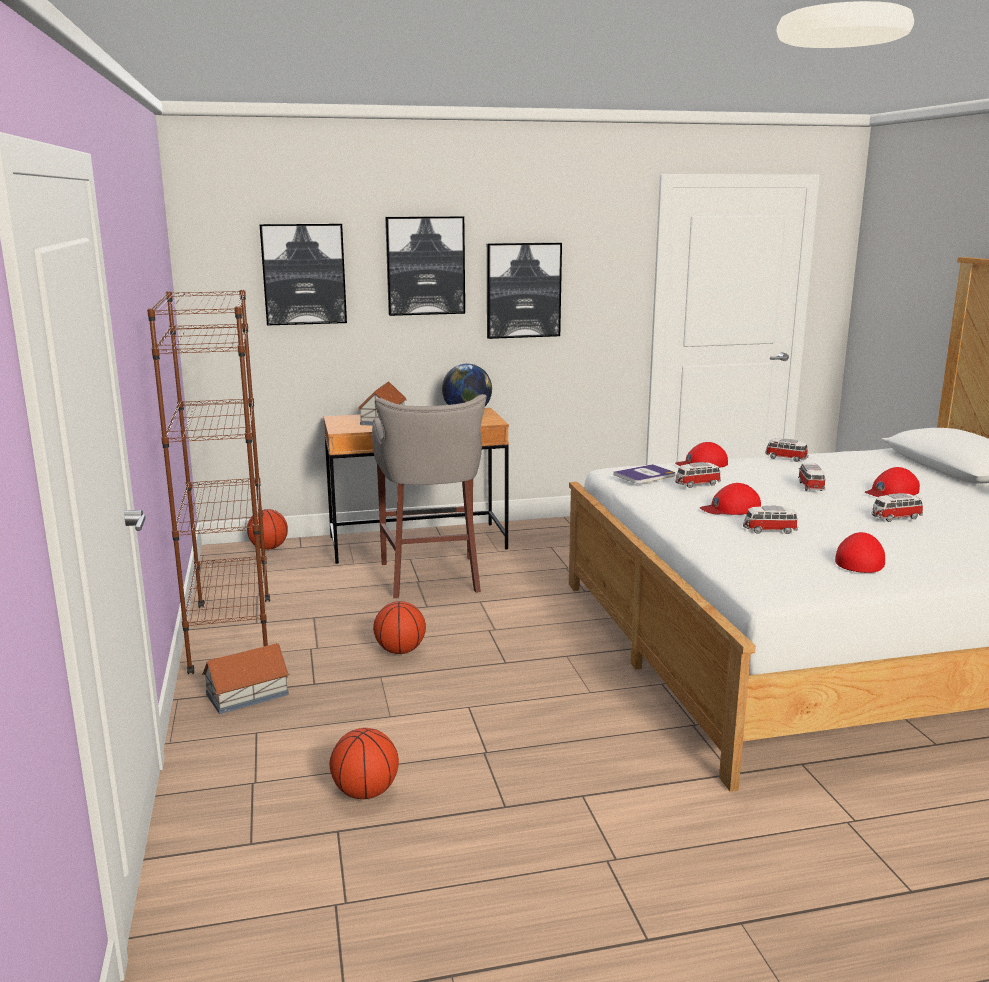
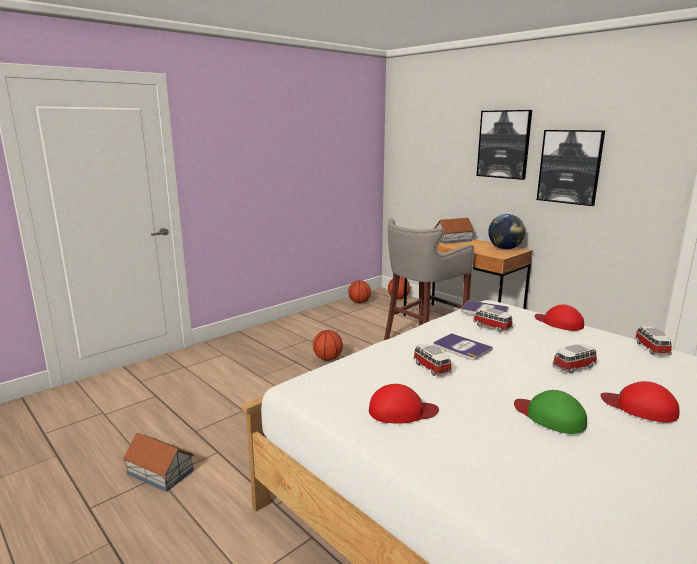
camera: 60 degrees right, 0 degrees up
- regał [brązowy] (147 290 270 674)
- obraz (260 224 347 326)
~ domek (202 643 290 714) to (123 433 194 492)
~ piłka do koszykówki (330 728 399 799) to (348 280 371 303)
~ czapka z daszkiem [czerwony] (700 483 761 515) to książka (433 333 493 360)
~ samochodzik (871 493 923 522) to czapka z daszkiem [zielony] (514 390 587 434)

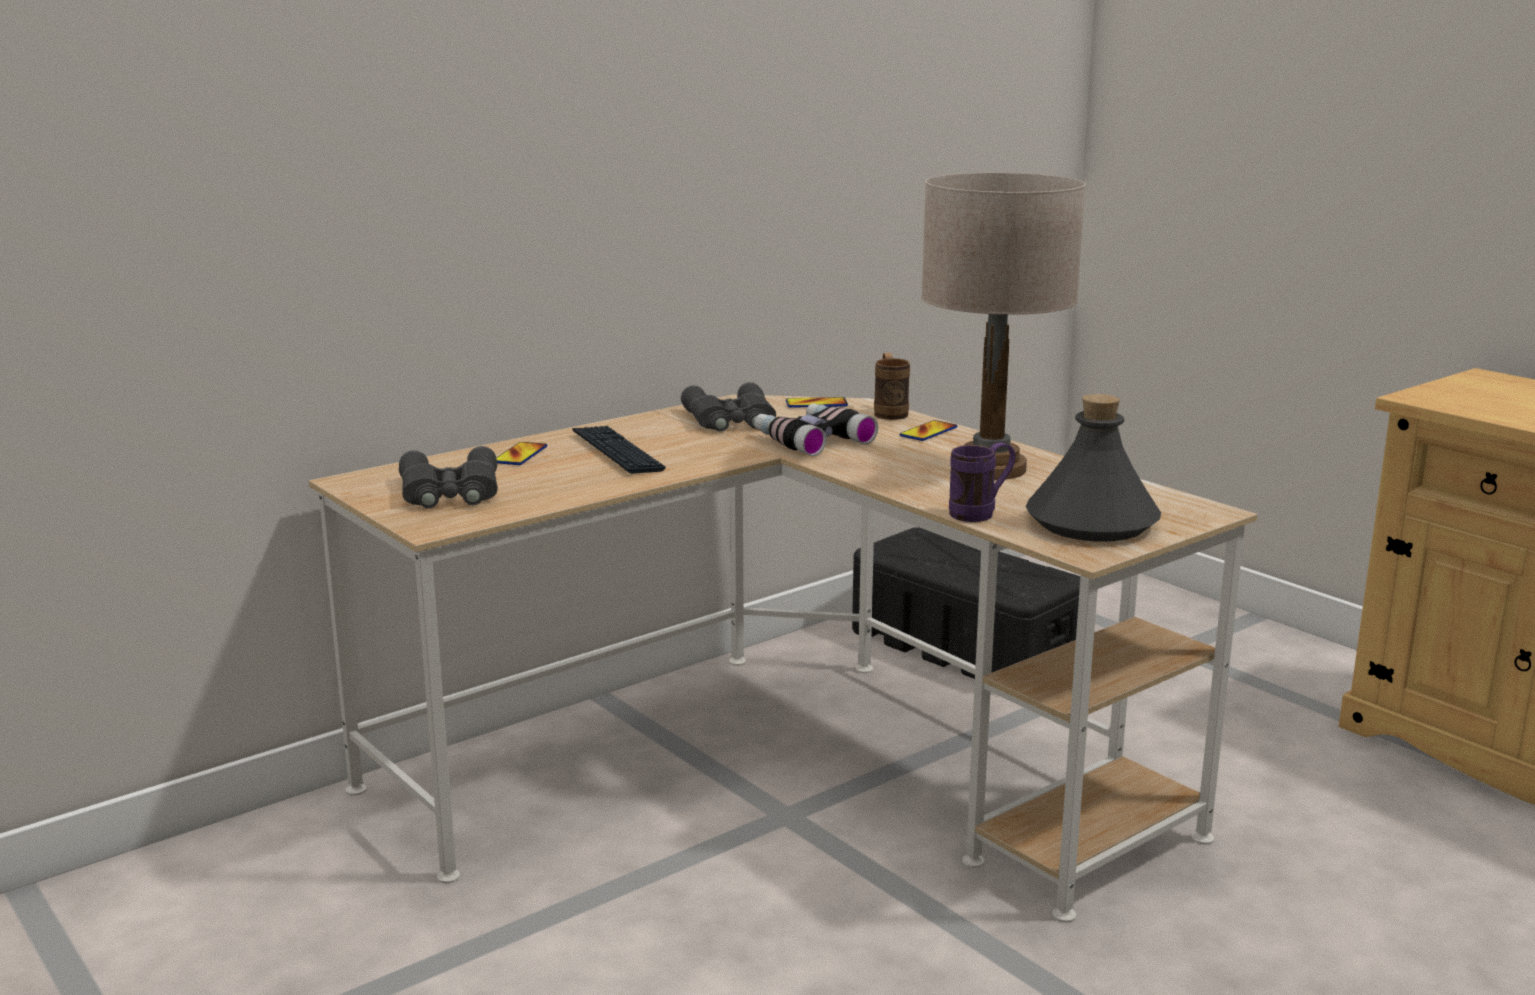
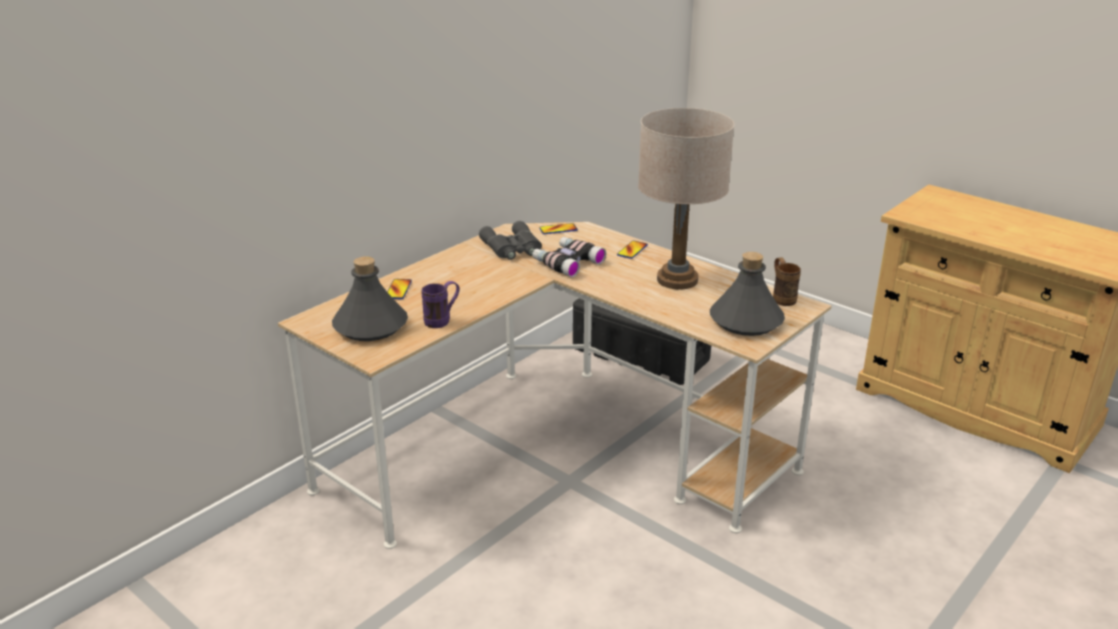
camera: 10 degrees left, 10 degrees up
- klawiatura (572 426 666 474)
~ kubek [brązowy] (874 352 910 420) to (773 257 801 306)
~ kubek [fioletowy] (949 442 1016 522) to (421 281 459 328)
~ lornetka [szary] (399 446 498 509) to butelka [szary] (332 256 408 341)

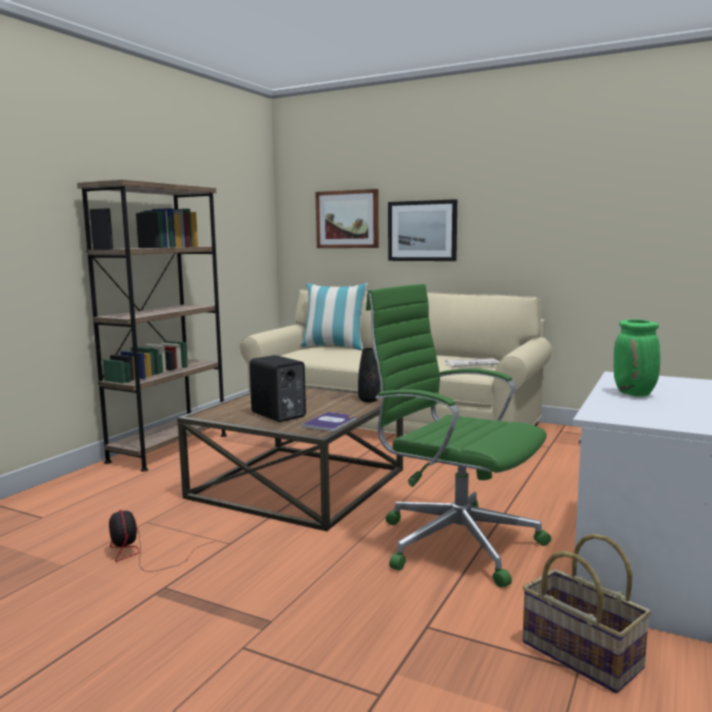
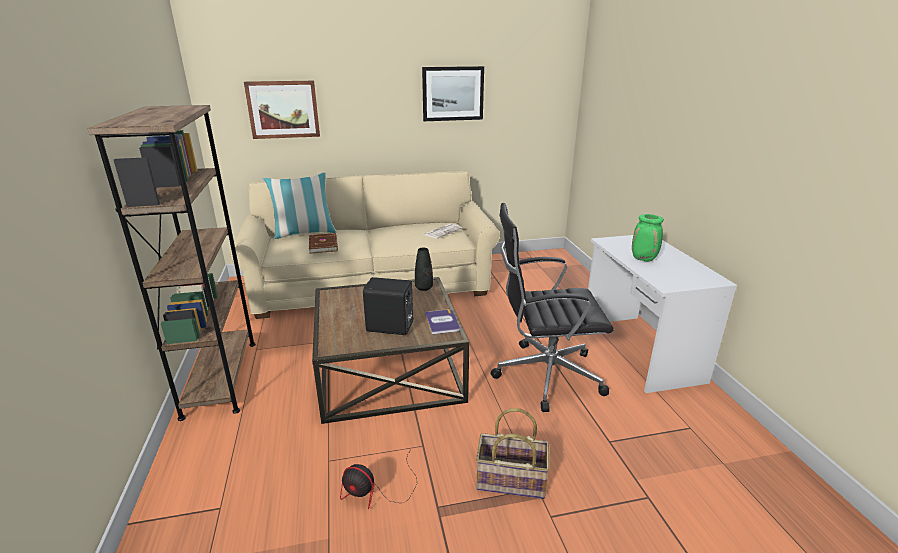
camera: 40 degrees left, 15 degrees up
+ książka [brązowy] (309 233 338 254)
~ obraz (388 199 457 261) to (422 66 484 121)
~ koszyk (522 533 651 693) to (476 408 550 499)
~ krzesło biurowe [zielony] (366 284 551 587) to krzesło biurowe [czarny] (491 203 614 412)

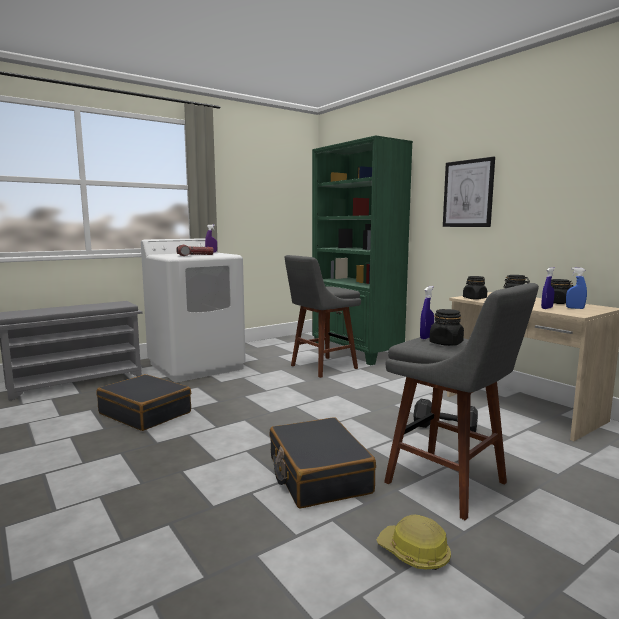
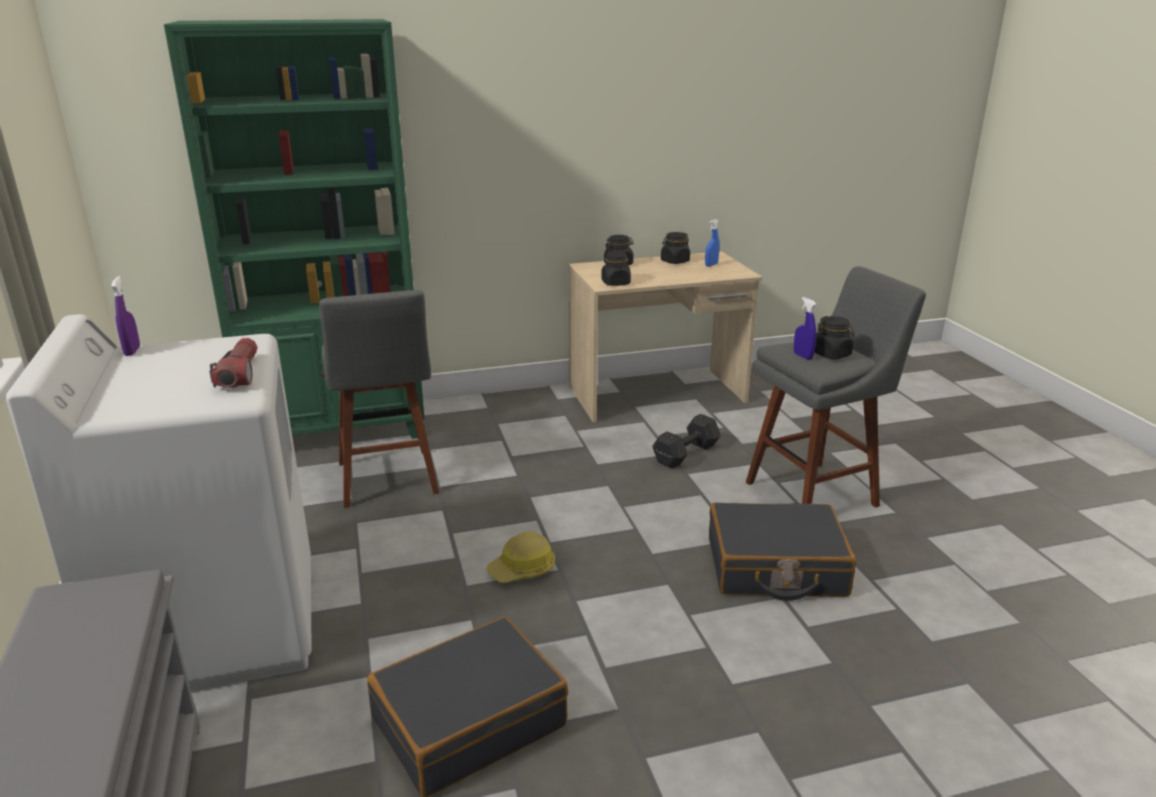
camera: 70 degrees left, 15 degrees up
- obraz (443 157 495 227)
- spryskiwacz [niebieski] (541 267 555 309)
~ kask (377 515 451 570) to (486 531 555 583)

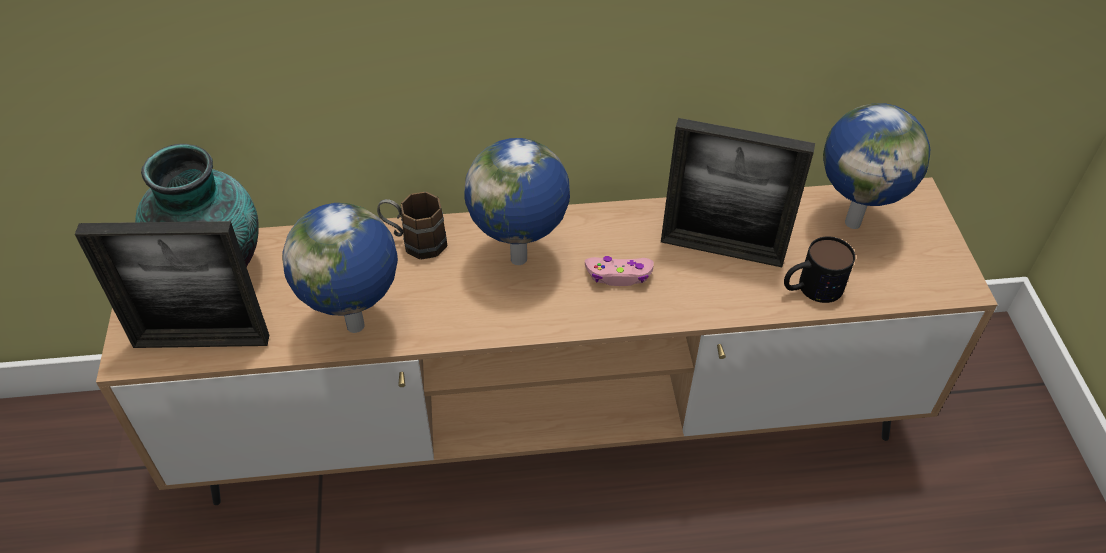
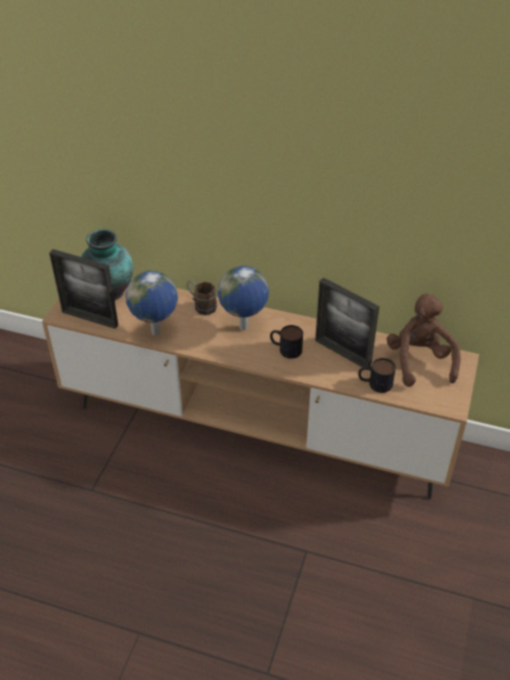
camera: 25 degrees right, 5 degrees down
~ pad do gier [różowy] (585 256 654 286) to kubek (270 325 303 359)
~ globus (823 103 930 229) to pluszak [brązowy] (387 293 461 387)

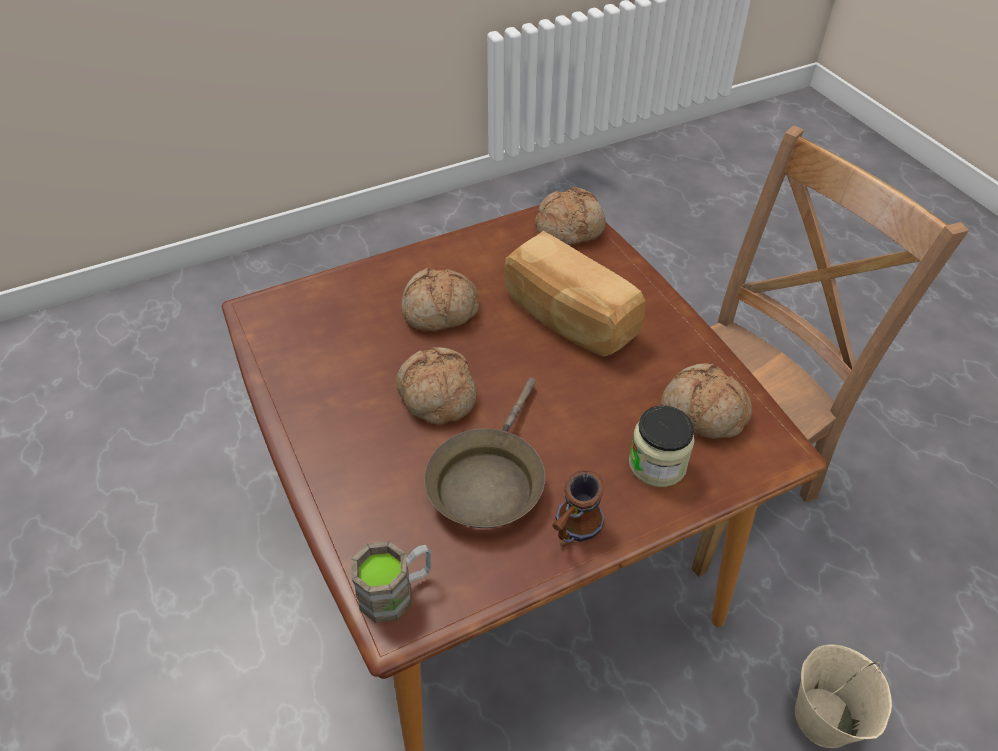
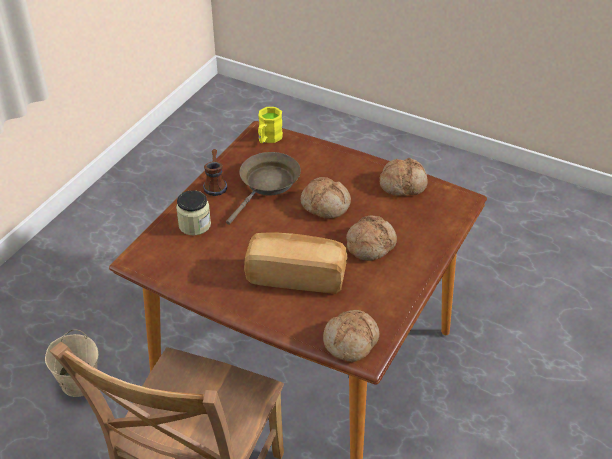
camera: 145 degrees right, 5 degrees down
~ chleb (661 363 752 439) to (380 158 428 196)
~ kubek [brązowy] (351 541 431 623) to kubek [żółty] (258 107 283 143)
~ patelnia [brązowy] (424 378 545 528) = (226 152 301 225) 45 degrees clockwise

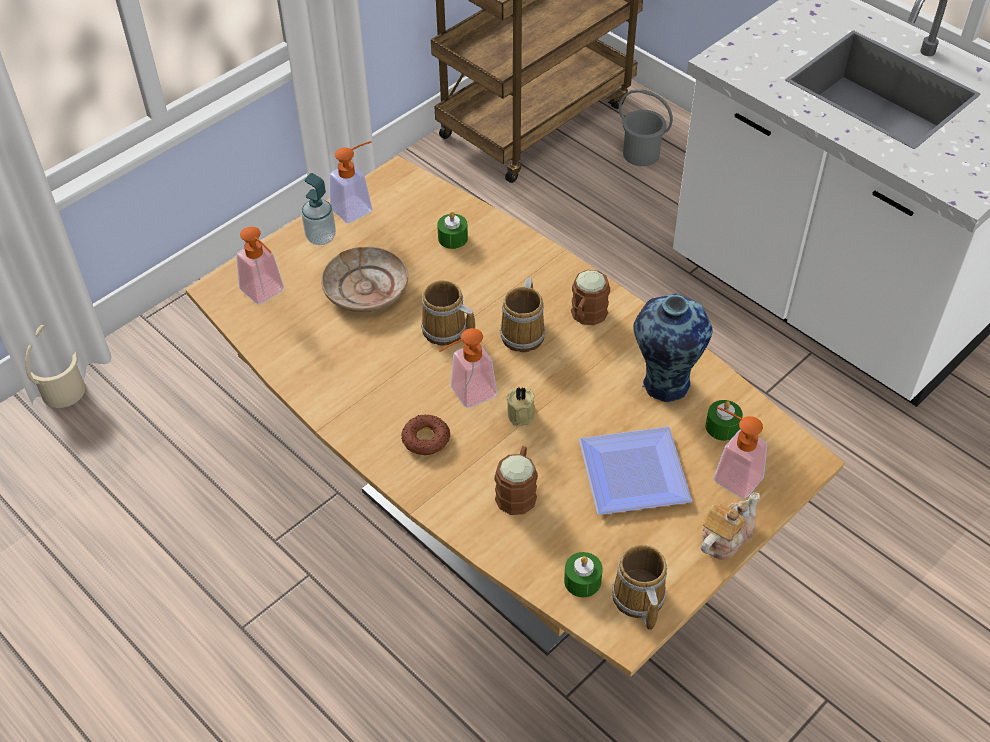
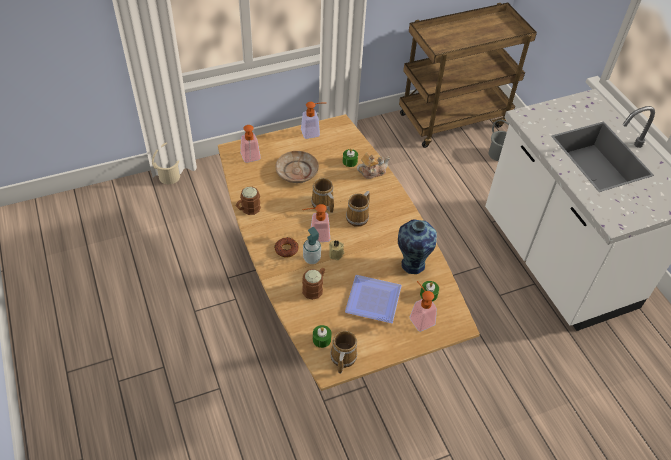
camera: 20 degrees right, 0 degrees up
~ dozownik mydła (302 173 336 245) to (303 227 321 264)
~ kubek [brązowy] (571 270 610 325) to (236 187 261 215)
~ imbryk (700 492 760 560) to (357 153 391 179)

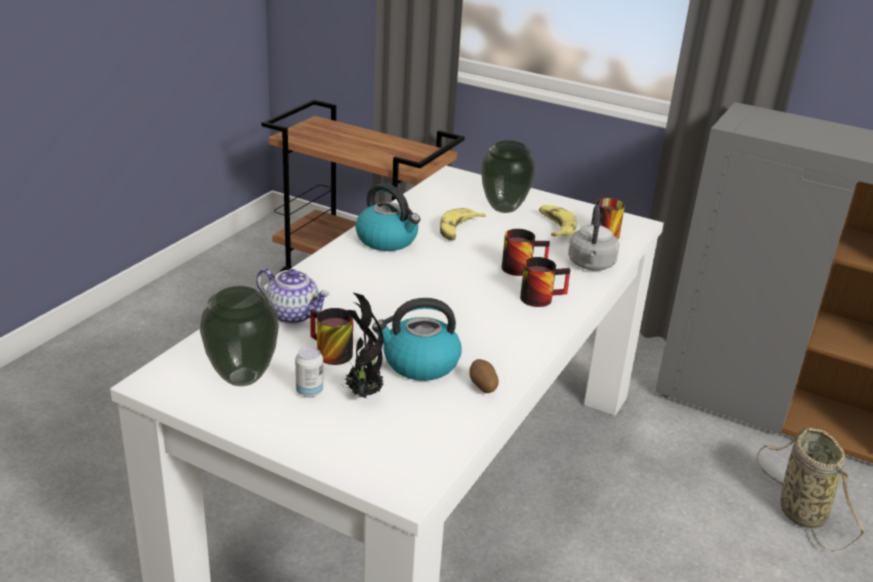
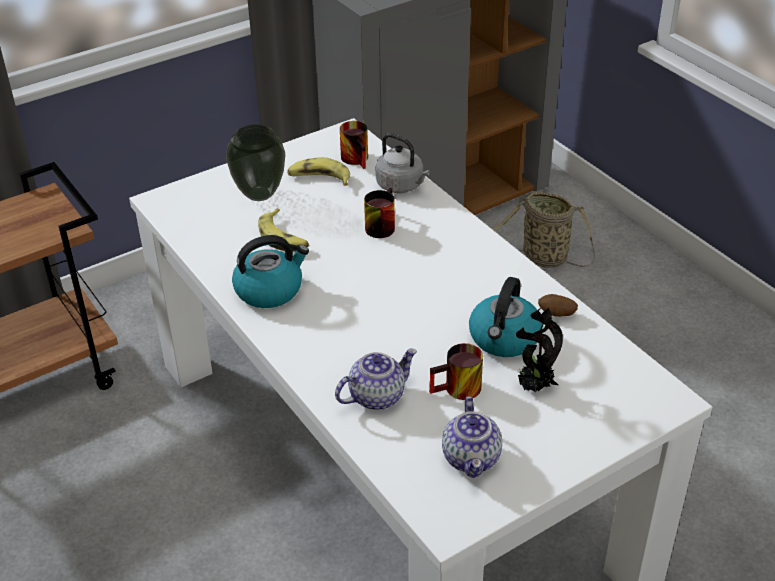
camera: 60 degrees left, 10 degrees up
- puszka (295 347 323 397)
- kubek (520 257 571 307)
~ wazon (200 286 279 386) to imbryk (442 396 502 478)

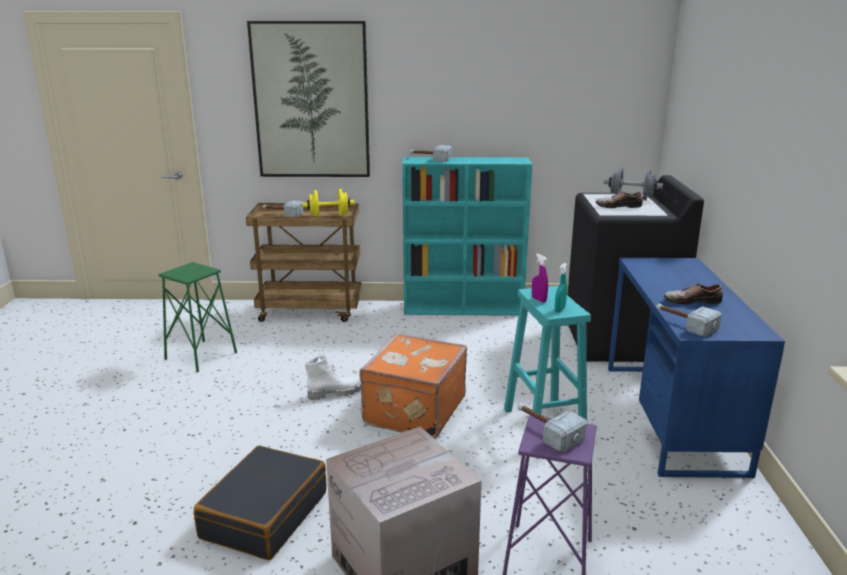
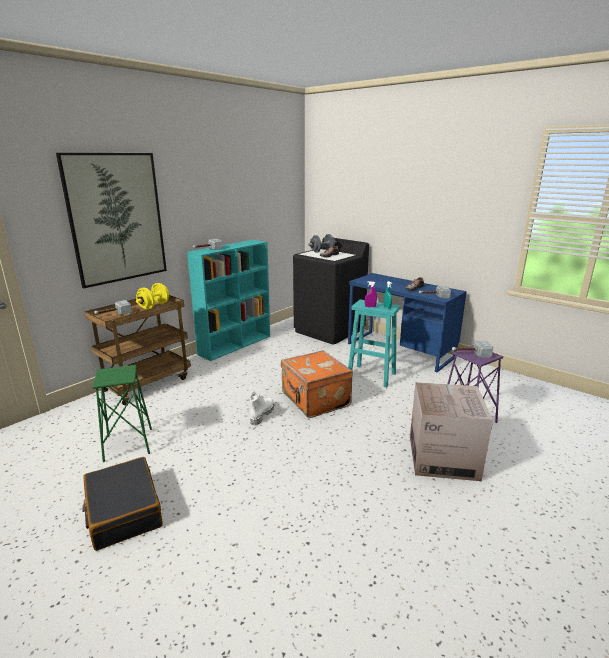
camera: 50 degrees left, 0 degrees up
~ walizka [czarny] (194 445 327 560) to (82 457 163 551)

